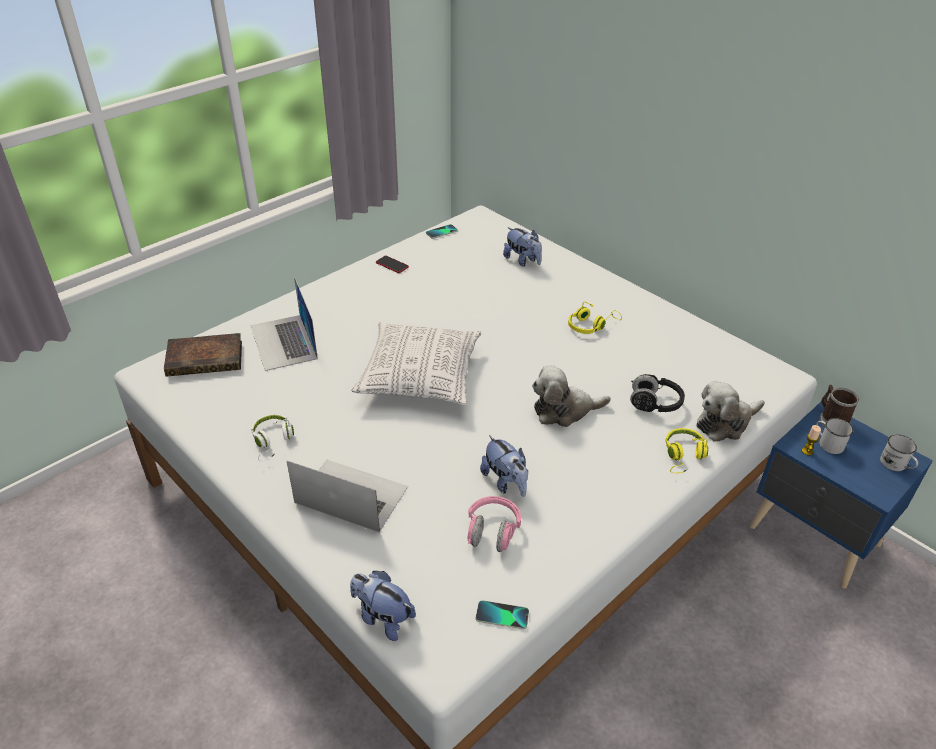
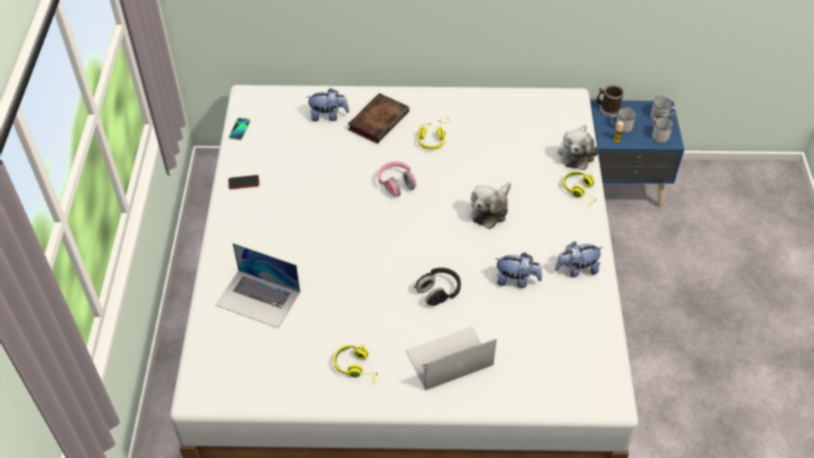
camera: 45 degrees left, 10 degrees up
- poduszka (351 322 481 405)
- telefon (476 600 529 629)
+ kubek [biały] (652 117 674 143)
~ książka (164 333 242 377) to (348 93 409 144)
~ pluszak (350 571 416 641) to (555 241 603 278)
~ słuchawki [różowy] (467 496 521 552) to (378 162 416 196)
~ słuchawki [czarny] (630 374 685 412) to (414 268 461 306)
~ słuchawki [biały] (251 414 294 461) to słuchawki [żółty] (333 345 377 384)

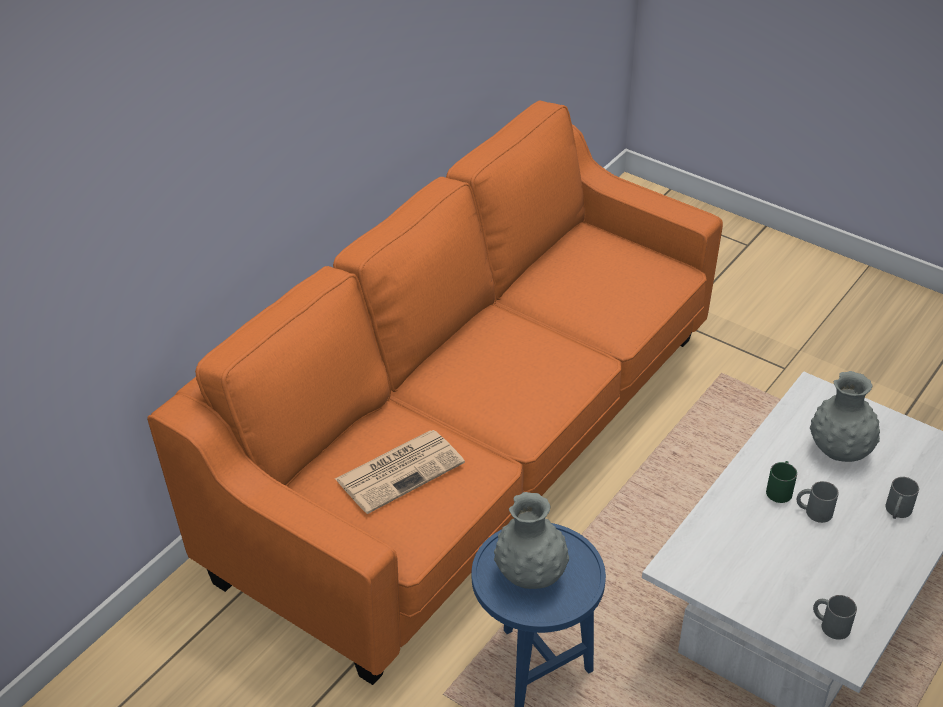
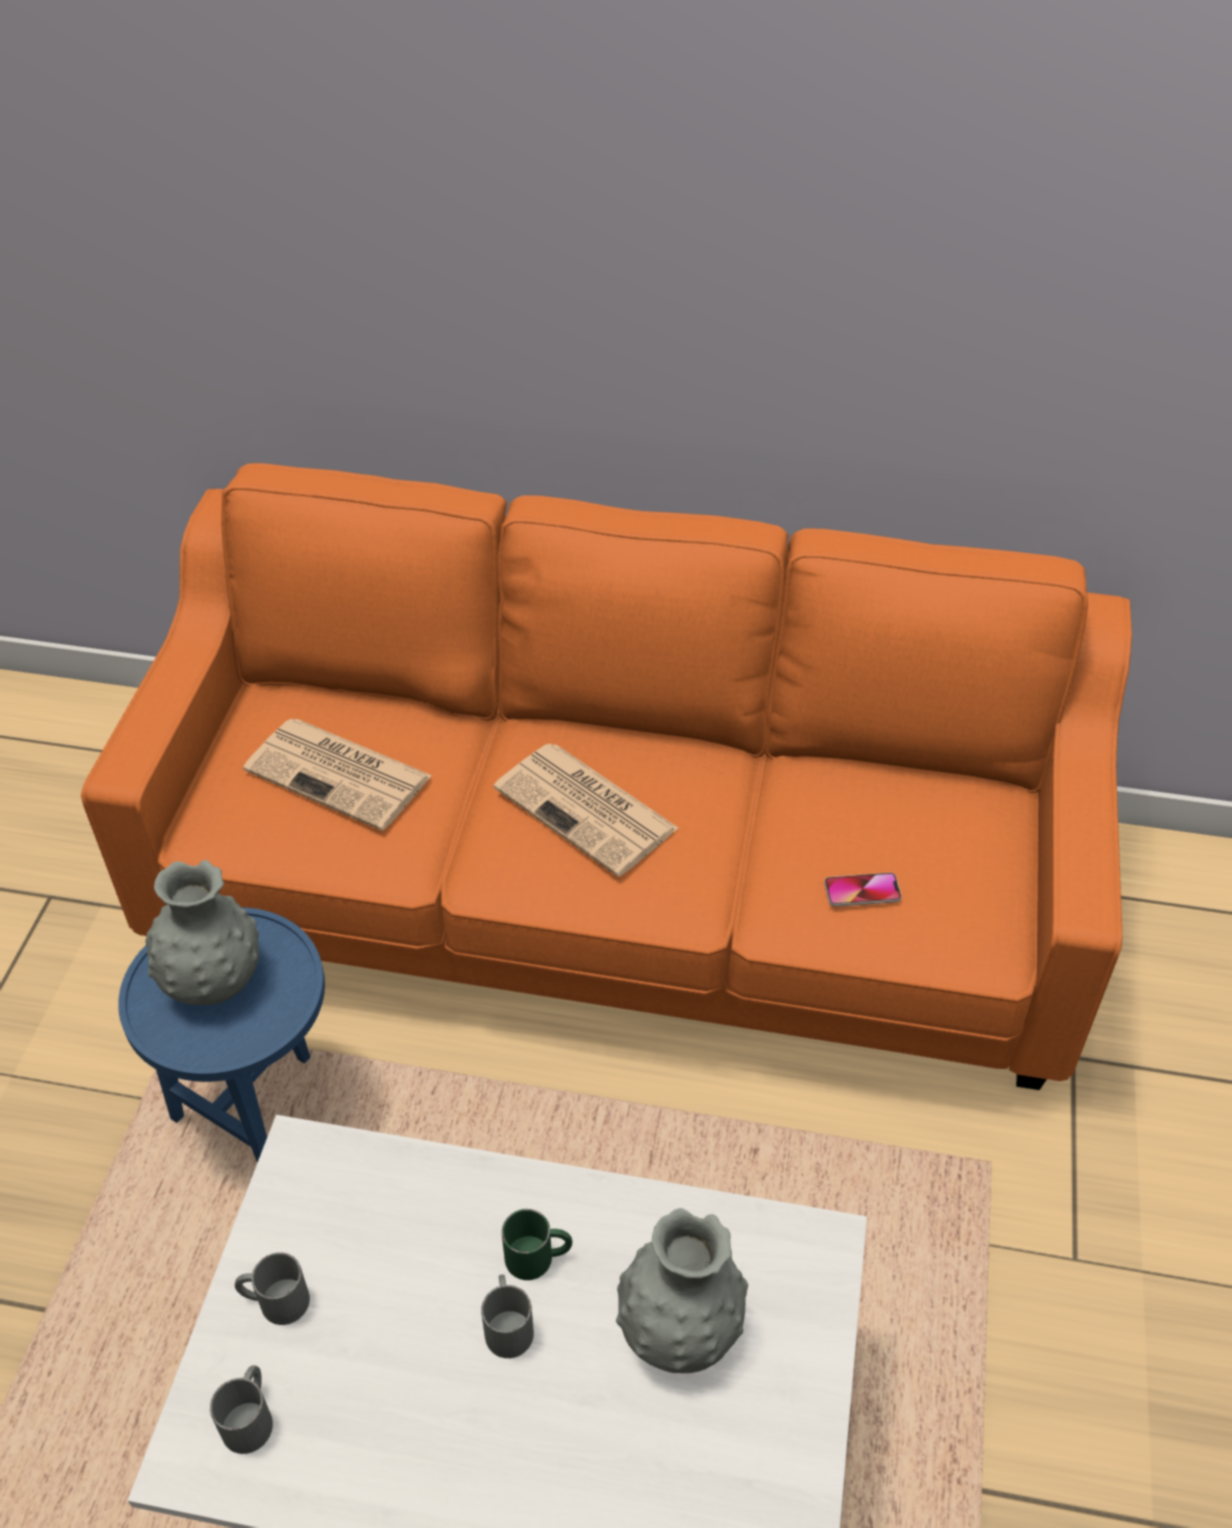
camera: 65 degrees right, 5 degrees up
+ gazeta (494 743 679 877)
+ telefon (824 873 902 907)
~ kubek [szary] (885 477 919 519) to (235 1252 310 1325)

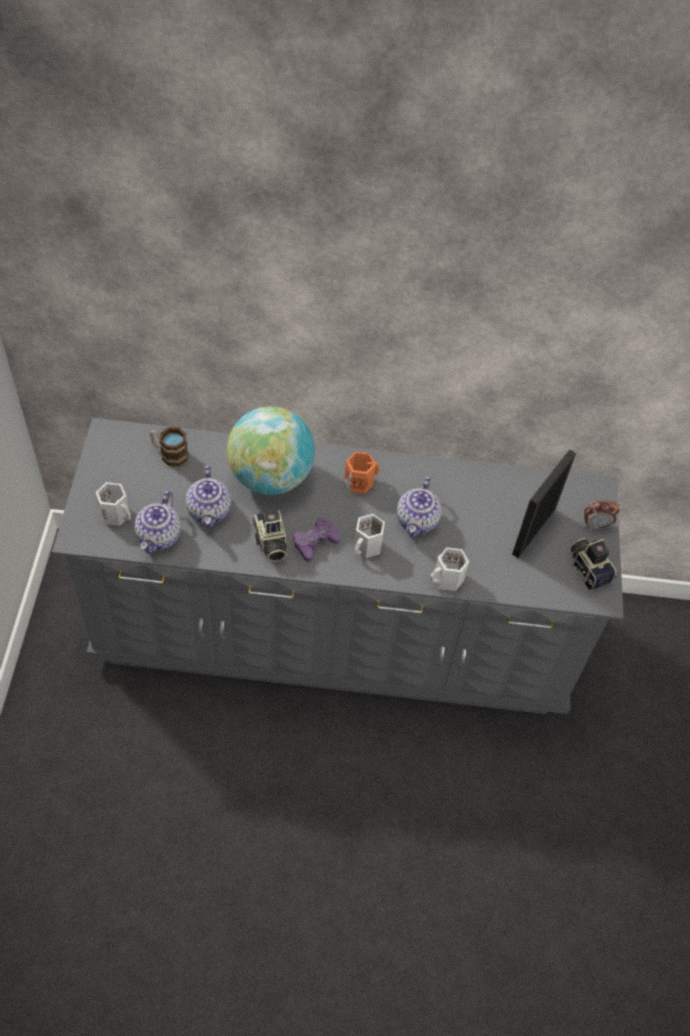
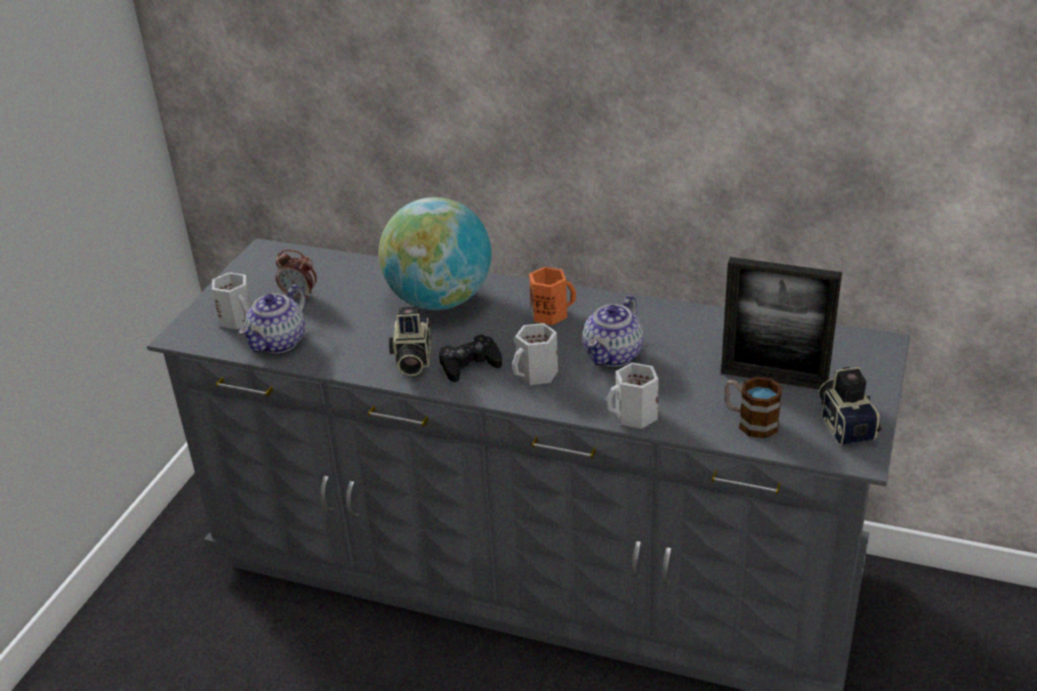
camera: 20 degrees right, 20 degrees down
- imbryk (186 465 231 528)
~ kubek (150 427 188 466) to (725 377 783 438)
~ budzik (584 500 620 530) to (275 249 317 300)
~ pad do gier [fioletowy] (293 518 340 562) to pad do gier [czarny] (439 335 502 382)
~ ramka na zdjęcie (512 449 576 558) = (721 257 842 389) 120 degrees counterclockwise

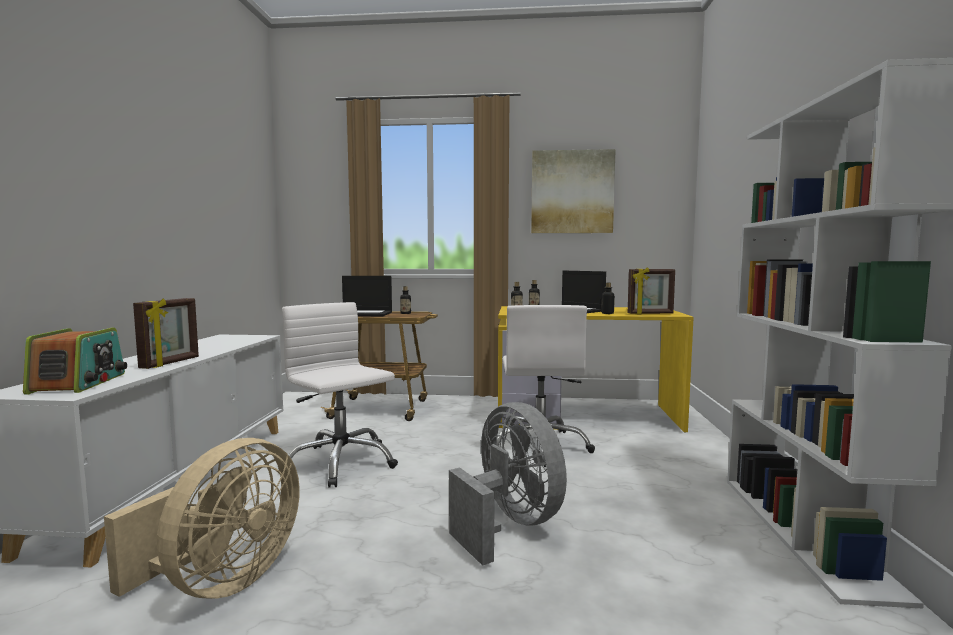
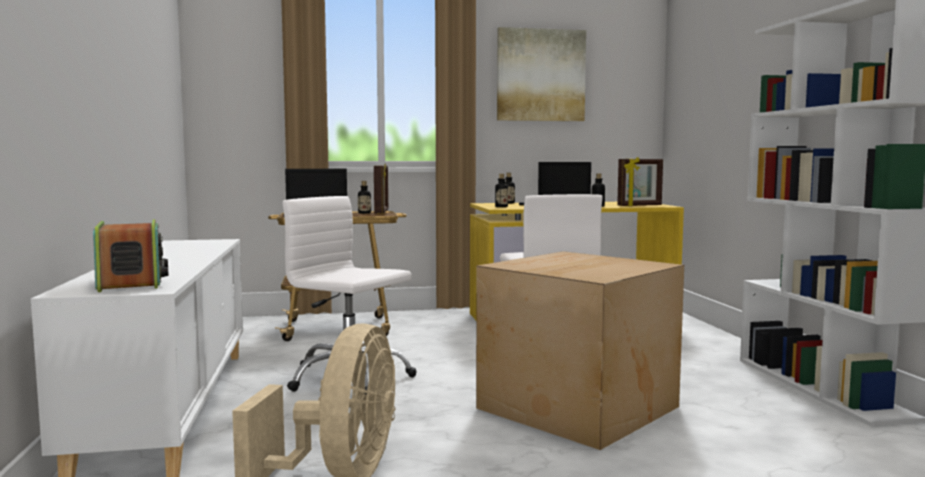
camera: 15 degrees left, 0 degrees up
~ ramka na zdjęcie (133 298 199 369) to (374 164 388 214)
~ wentylator [szary] (449 402 567 566) to karton (476 251 684 450)

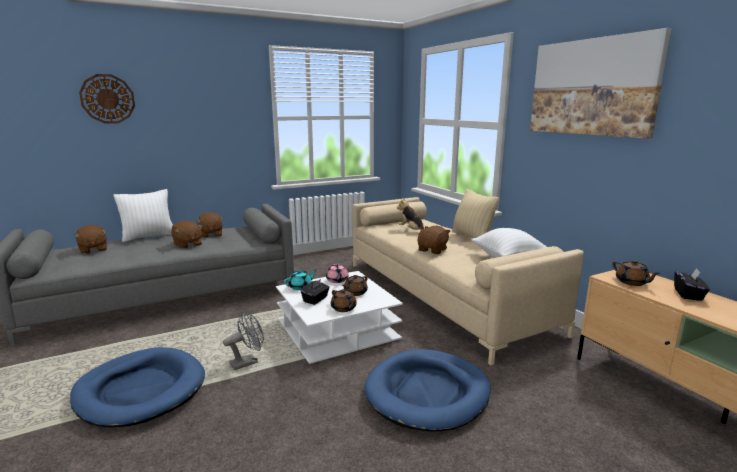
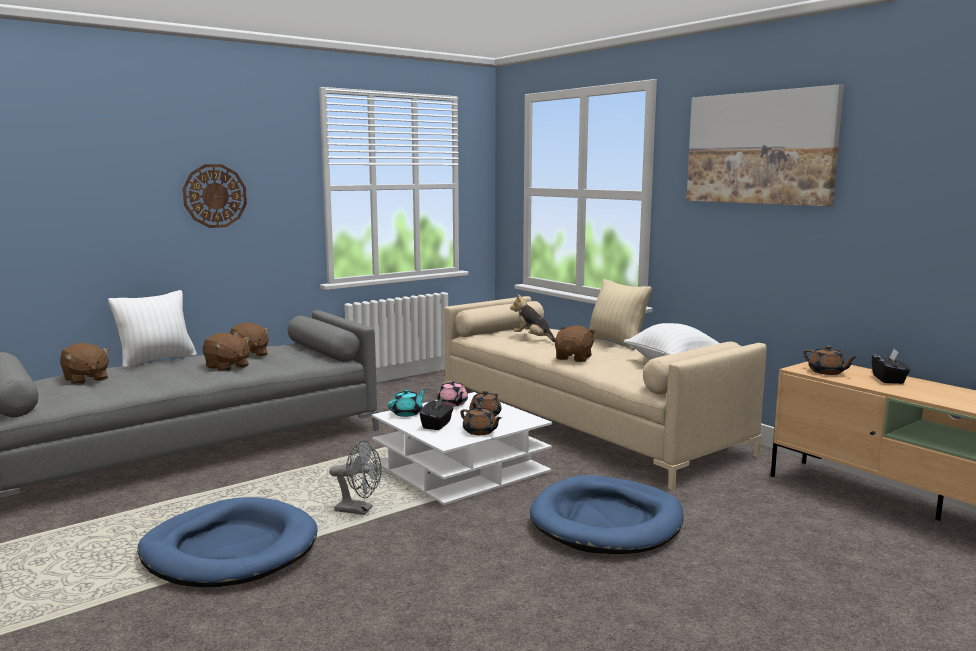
camera: 10 degrees left, 5 degrees down
~ zegar ścienny (79 74 135 124) to (183 164 247 228)
~ wentylator [szary] (223 312 264 370) = (329 440 382 515) 60 degrees clockwise

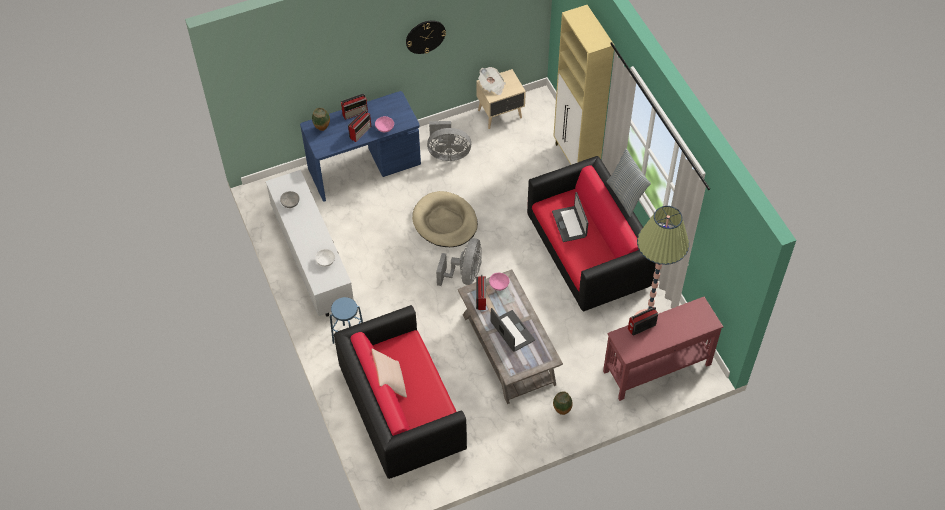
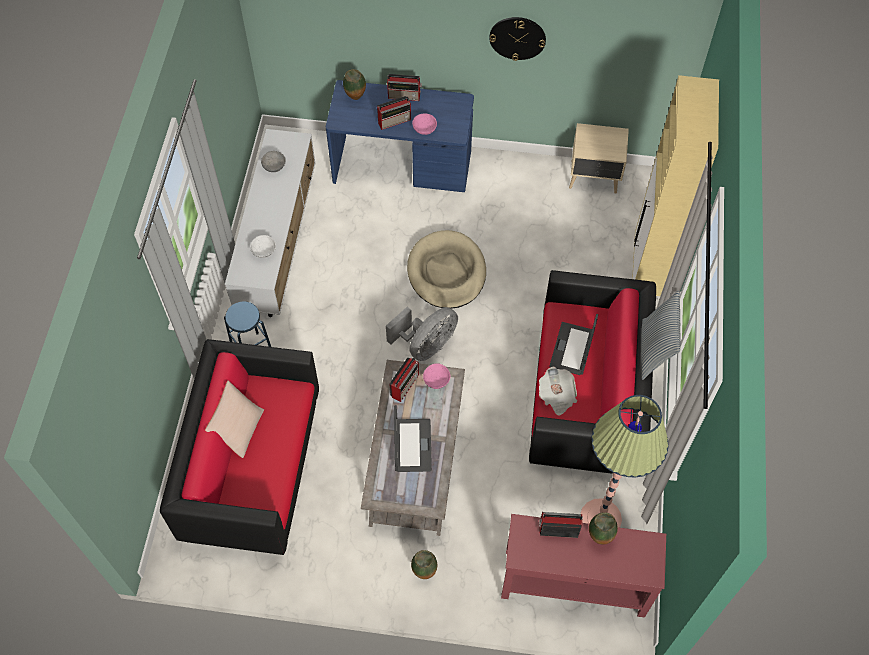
camera: 30 degrees right, 5 degrees up
- wentylator [szary] (427 121 471 161)
+ wazon (589 512 618 545)
~ gazeta (478 67 506 95) to (539 367 577 416)

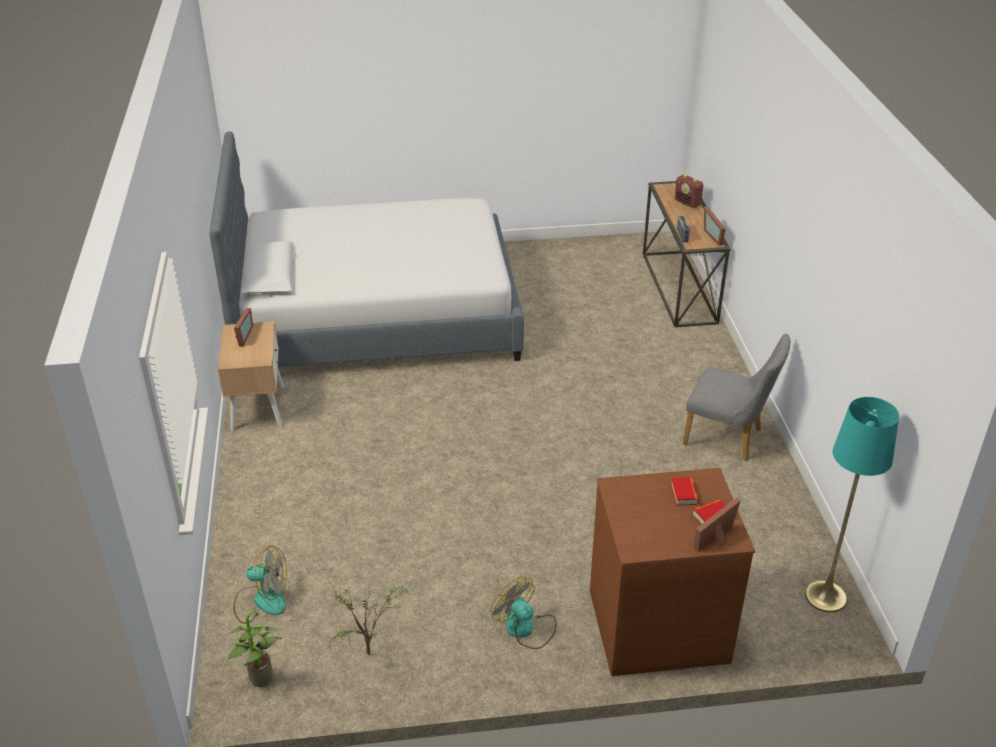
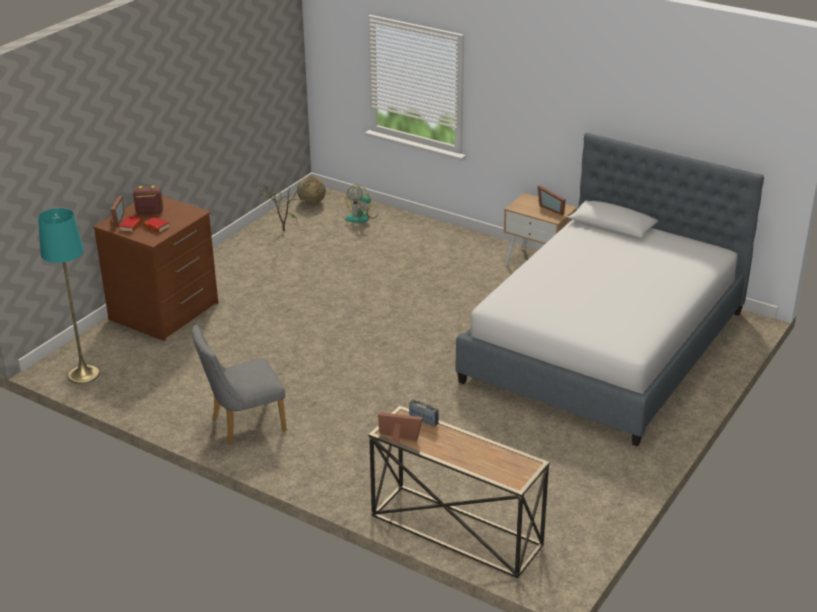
camera: 130 degrees right, 5 degrees down
- wentylator (490 576 556 649)
~ radio (675 174 704 208) to (133 186 163 214)
~ roślina doniczkowa (228 609 282 687) to globus (297 176 326 205)

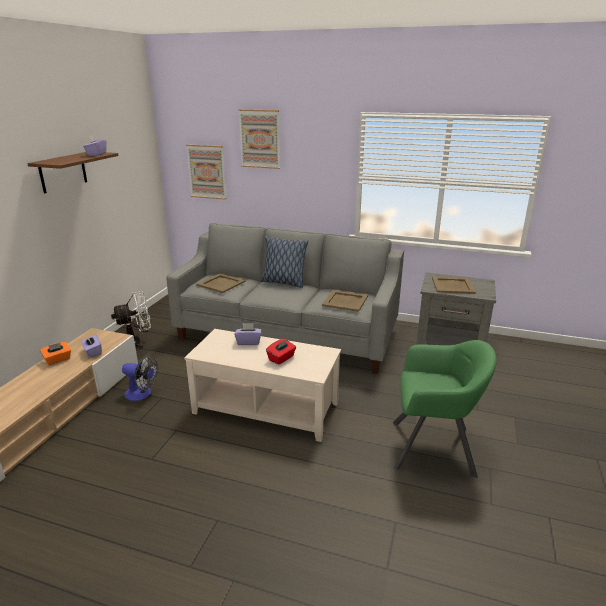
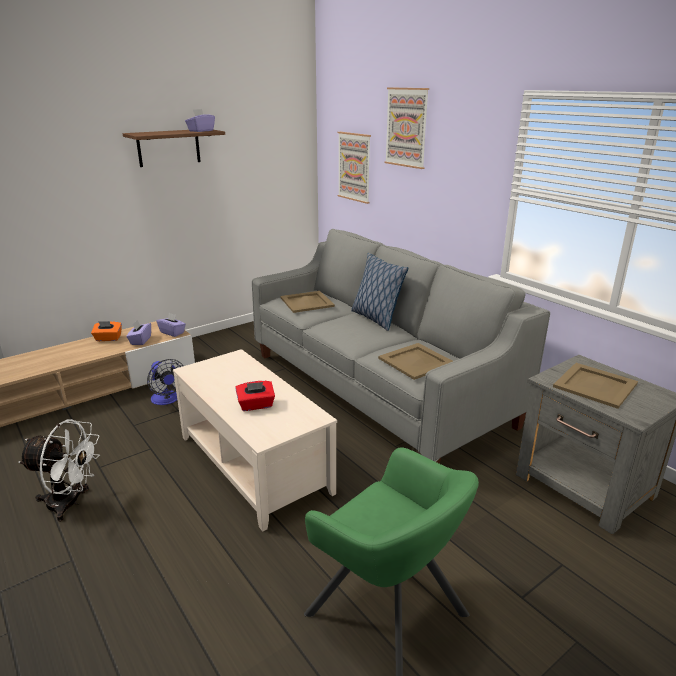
camera: 35 degrees right, 0 degrees up
~ wentylator [biały] (111 291 151 348) to (18 419 100 522)
~ pudełko chusteczek [fioletowy] (234 323 261 345) to (156 313 186 337)

